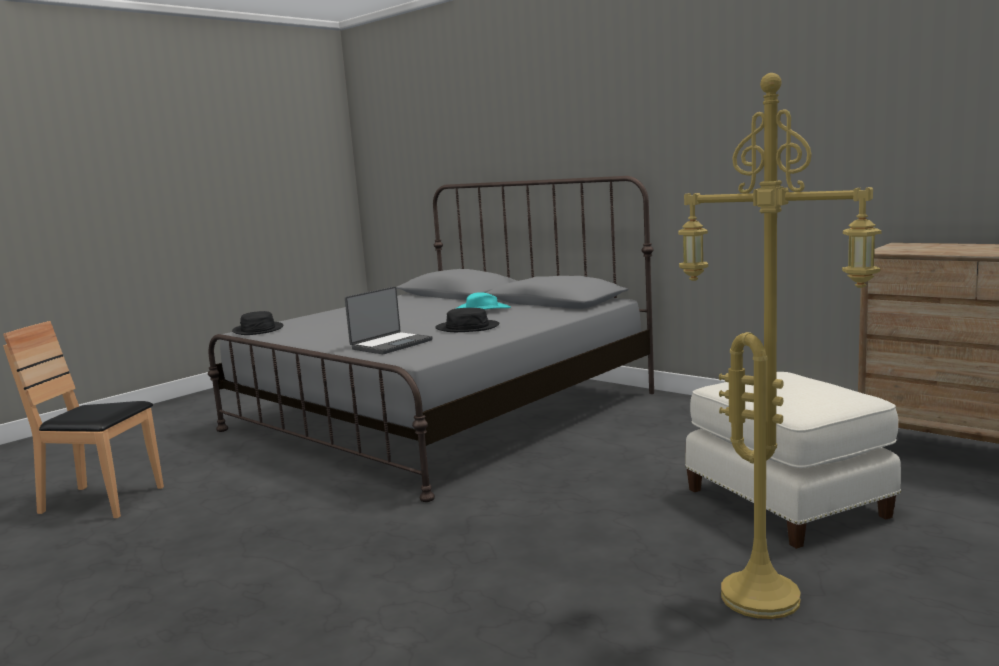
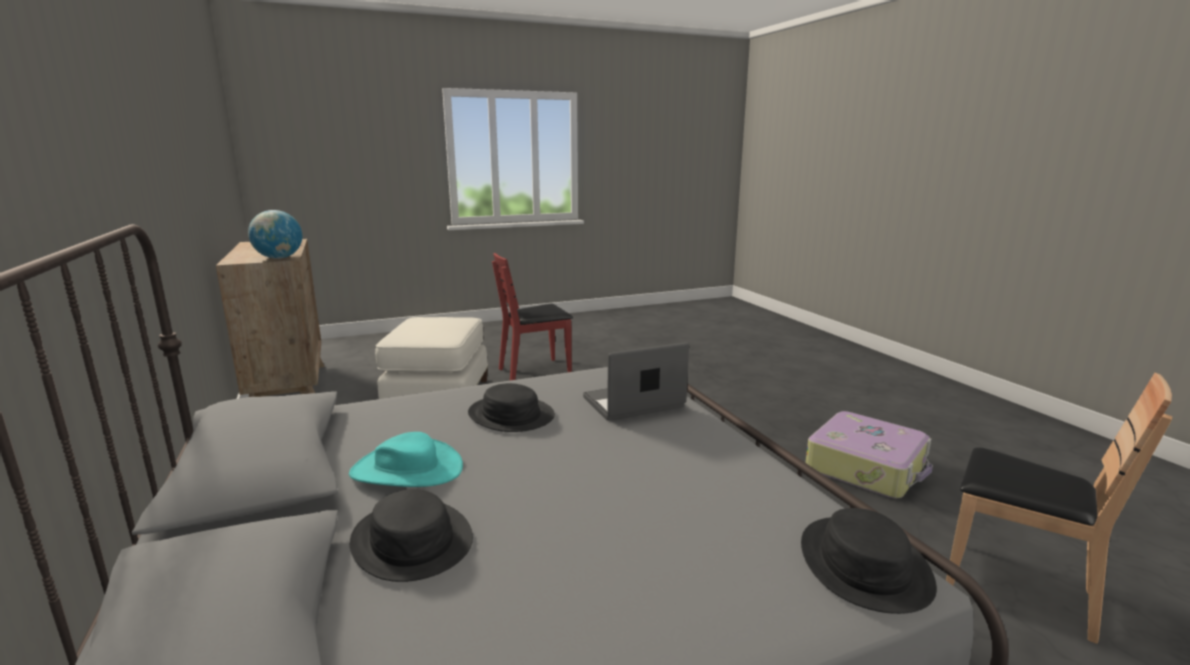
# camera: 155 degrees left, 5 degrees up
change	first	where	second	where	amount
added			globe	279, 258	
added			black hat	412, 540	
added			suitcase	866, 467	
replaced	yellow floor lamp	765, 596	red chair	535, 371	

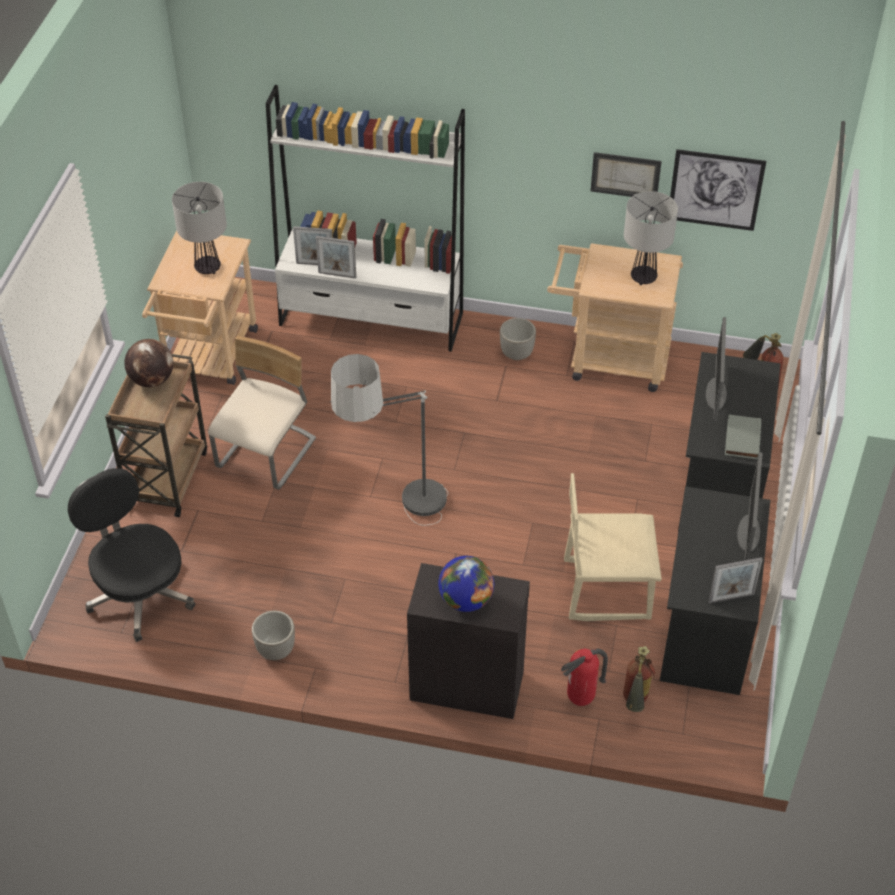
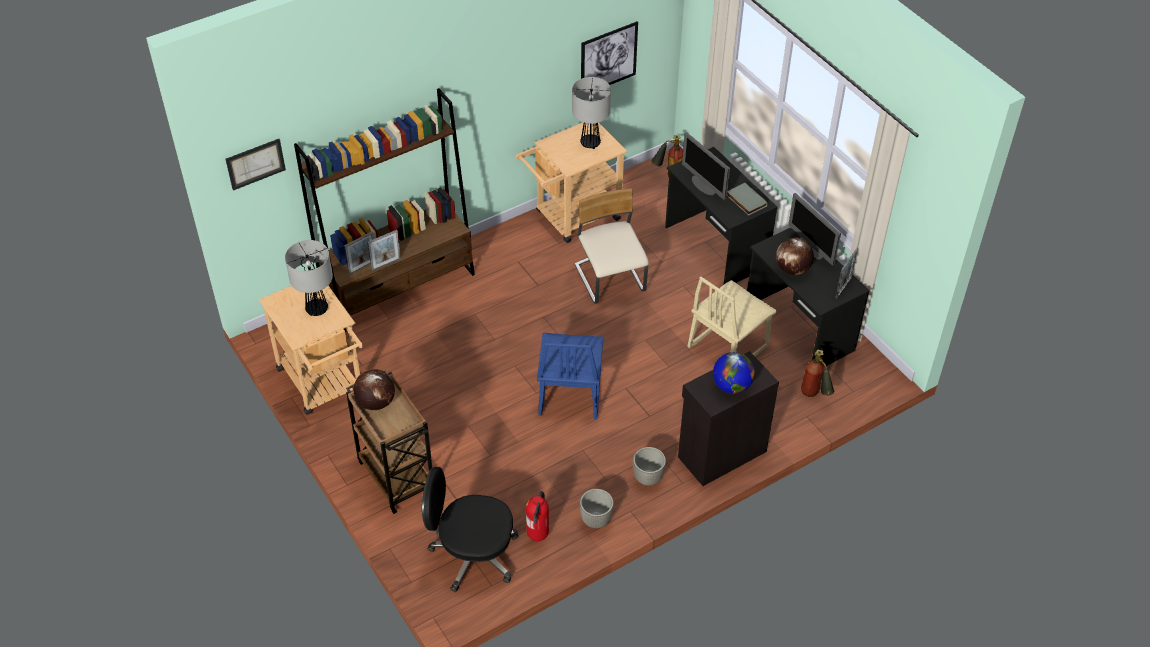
# camera: 45 degrees left, 0 degrees up
change	first	where	second	where	amount
added			globe	792, 269	
moved	beige chair	267, 455		610, 279	
moved	planter	516, 353		647, 477	
moved	fire extinguisher	580, 700		538, 536	
moved	picture	625, 175		255, 163	
replaced	floor lamp	397, 519	blue chair	569, 394	
recoloured	white bookcase	372, 319	brown bookcase	400, 288	

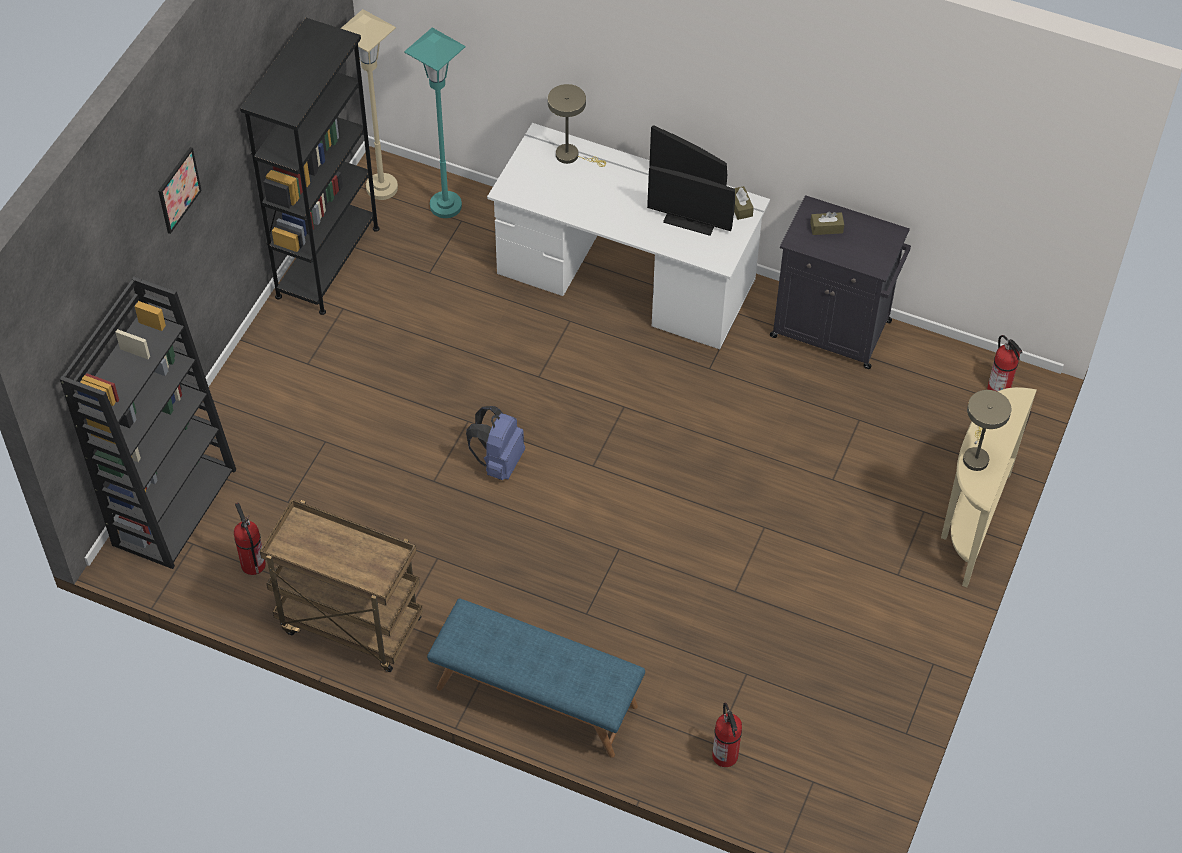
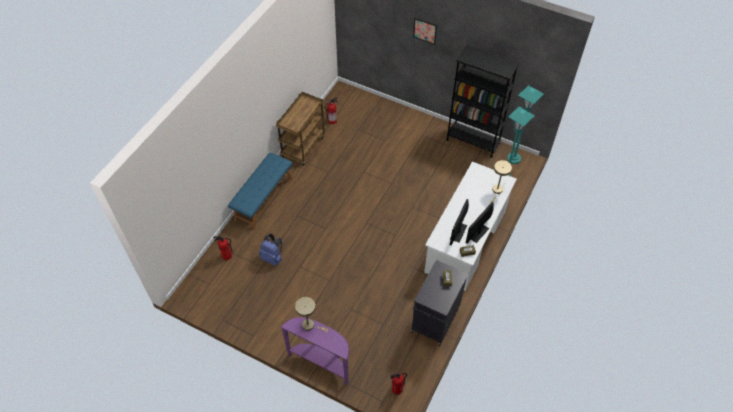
# camera: 95 degrees right, 0 degrees up
change	first	where	second	where	amount
removed	black bookcase	174, 505			
moved	blue backpack	498, 462		273, 258	
recoloured	beige floor lamp	382, 188	turquoise floor lamp	514, 159	
recoloured	beige console table	970, 523	purple console table	321, 362	

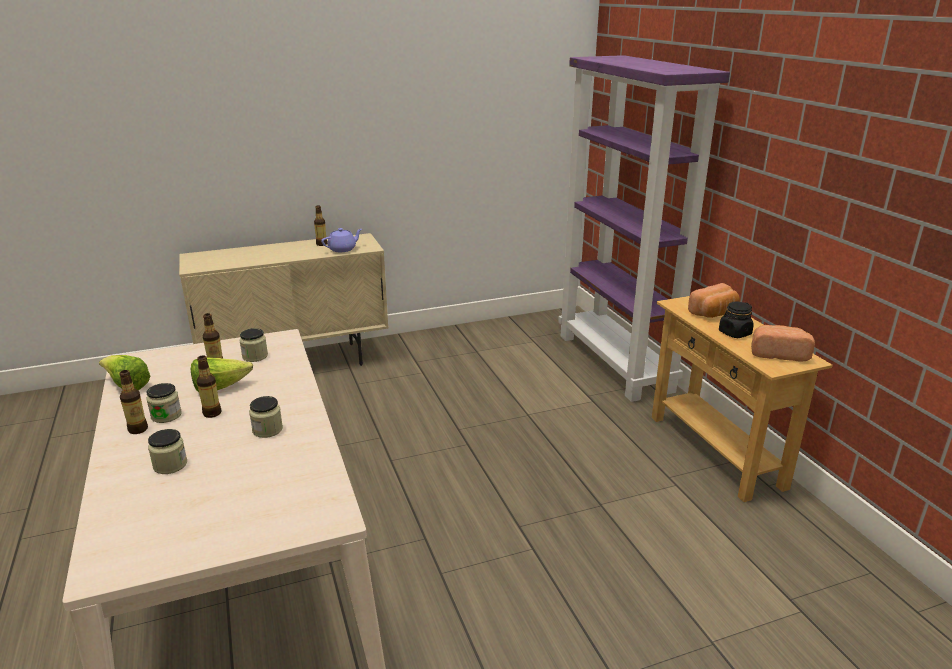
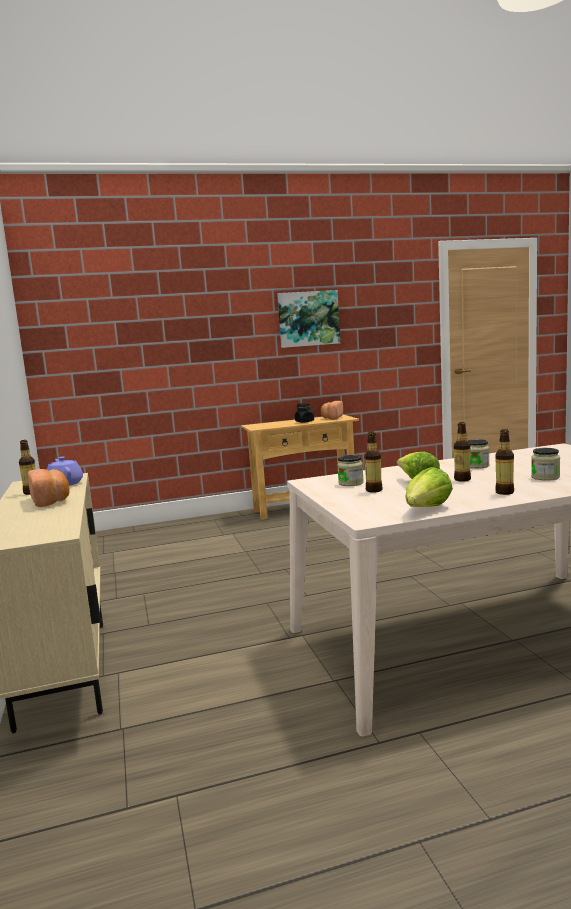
# camera: 85 degrees left, 15 degrees down
change	first	where	second	where	amount
removed	jar	166, 415			
removed	purple bookcase	615, 363			
added			picture	308, 318	
moved	bread	714, 313		51, 500	

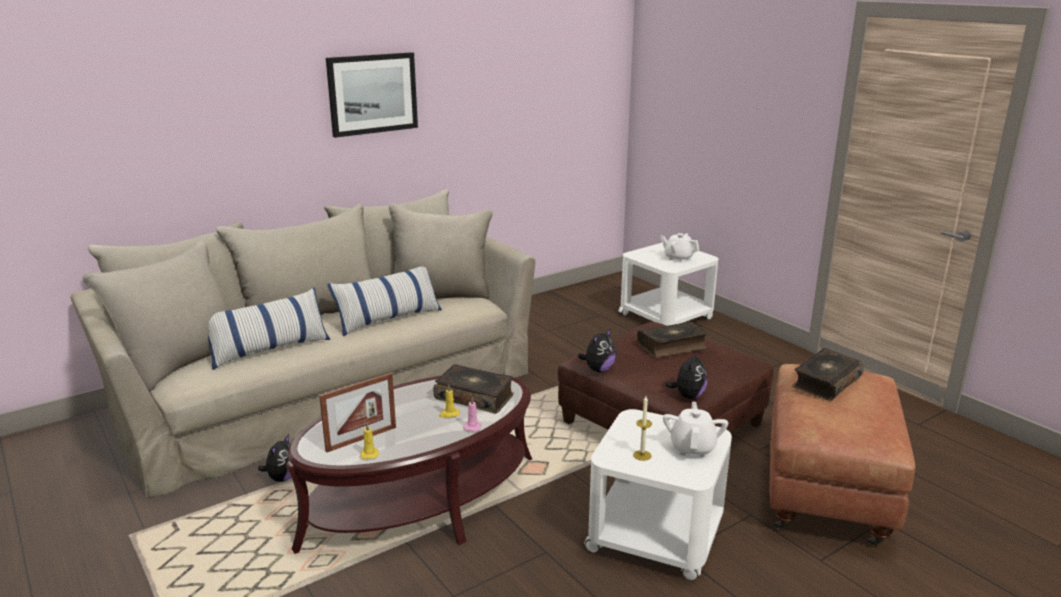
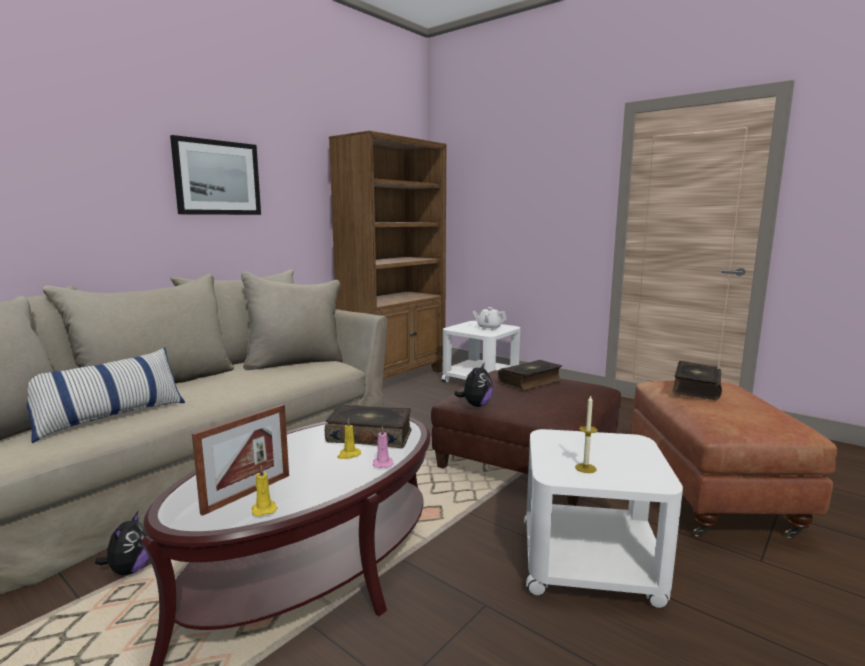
# camera: 15 degrees left, 10 degrees down
change	first	where	second	where	amount
removed	pillow	388, 319			
removed	white teapot	693, 448			
removed	plush toy	688, 396			
added			brown bookcase	395, 377	

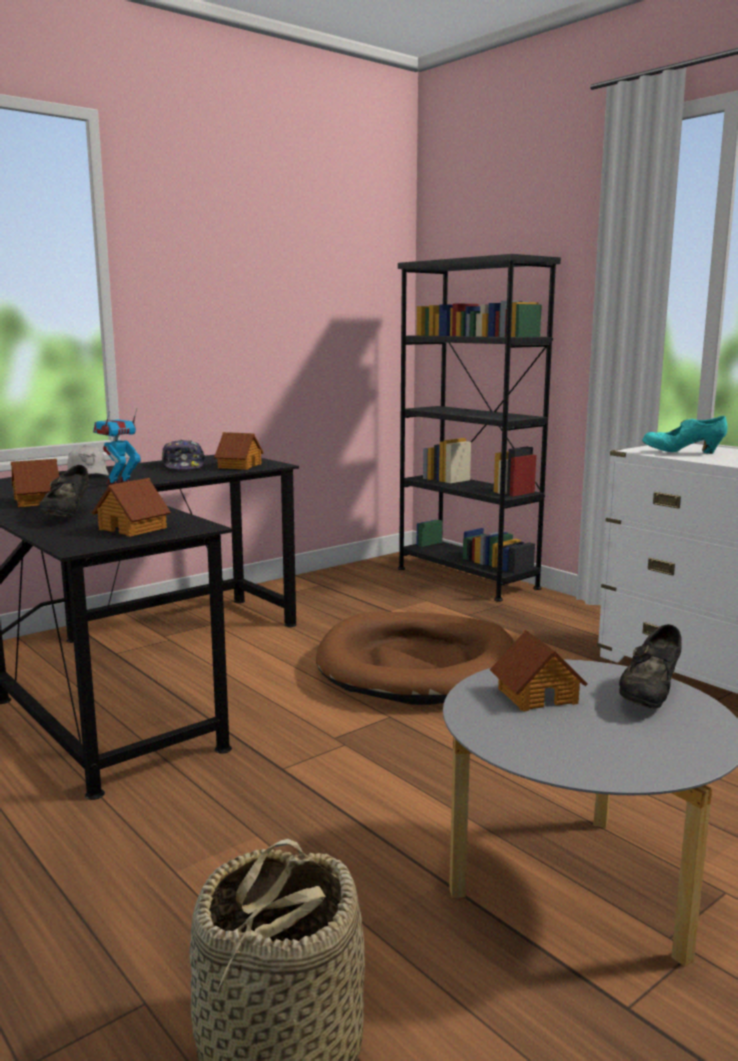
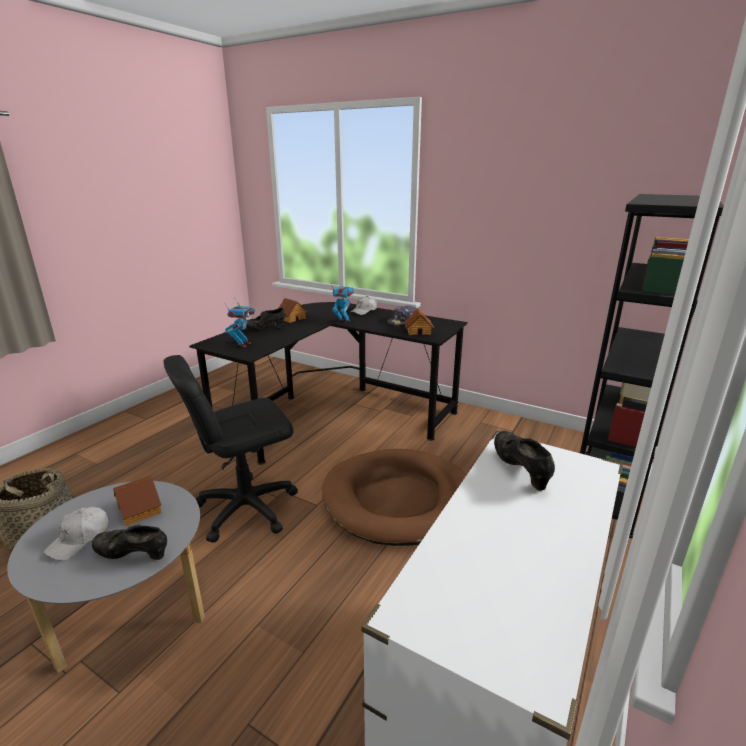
# camera: 70 degrees right, 10 degrees up
change	first	where	second	where	amount
added			white cap	79, 539	
added			black office chair	246, 508	
replaced	toy house	133, 528	toy robot	243, 344	
recoloured	turquoise shoe	682, 453	black shoe	520, 470	

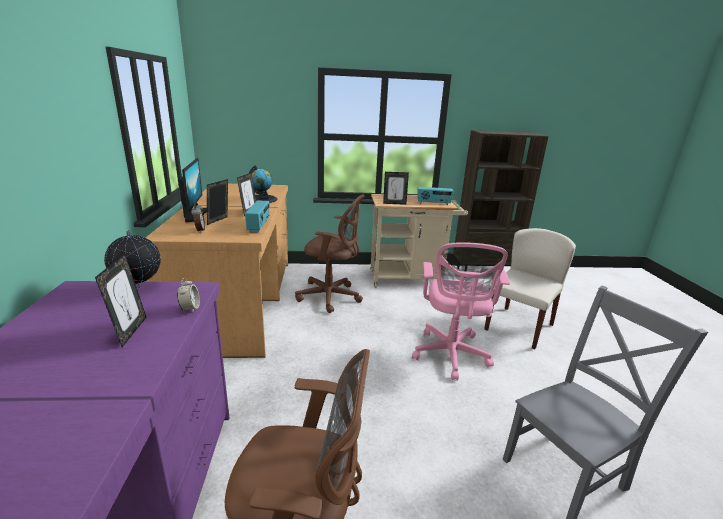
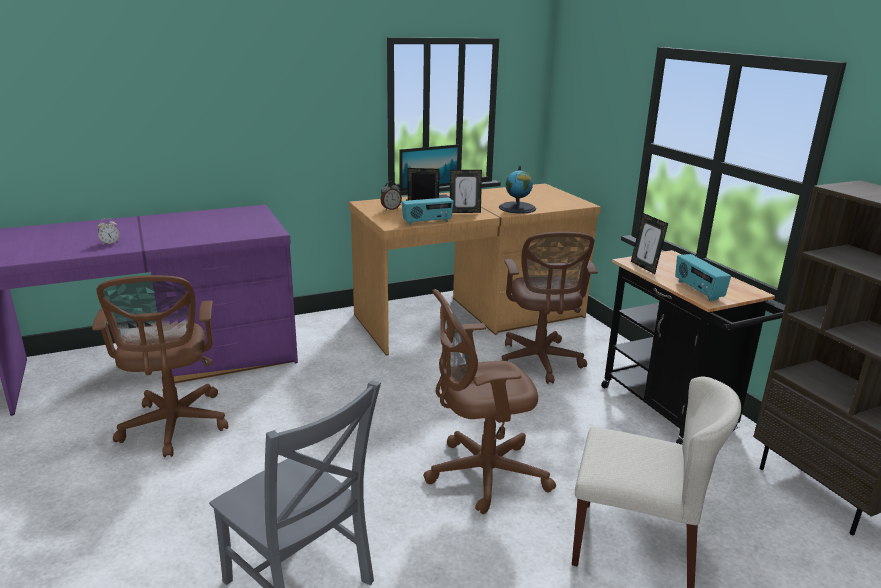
# camera: 70 degrees right, 0 degrees up
change	first	where	second	where	amount
removed	picture frame	130, 331			
removed	globe	138, 287			
moved	alarm clock	190, 309		110, 243	
recoloured	beige cart	410, 279	black cart	672, 412	
recoloured	pink office chair	450, 356	brown office chair	481, 474	

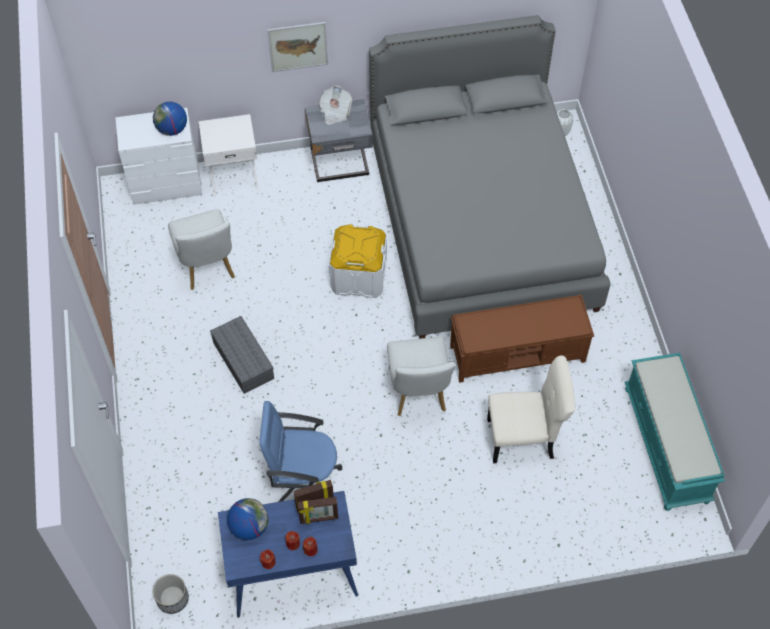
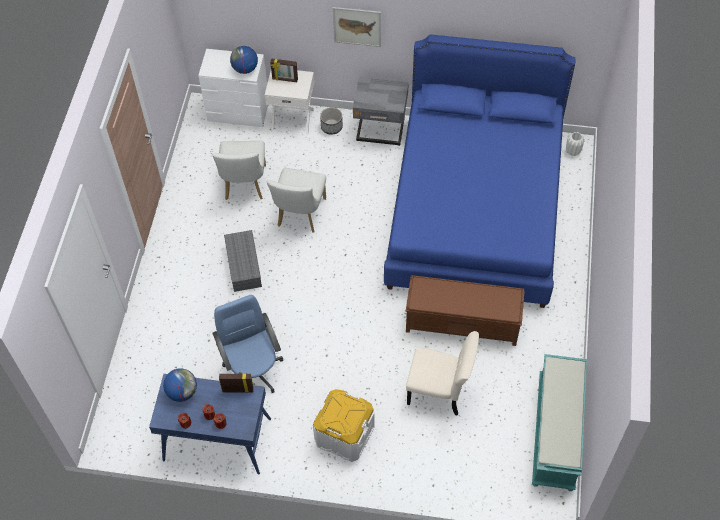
# camera: 20 degrees right, 0 degrees up
change	first	where	second	where	amount
removed	newspaper	335, 112			
moved	planter	173, 598		332, 127	
moved	picture frame	319, 519		285, 79	
moved	white storage box	359, 276		344, 435	
moved	white chair	418, 394		300, 215	
recoloured	grey bed	480, 224	blue bed	475, 209	
turned	blue office chair	302, 477		253, 370	45 degrees clockwise

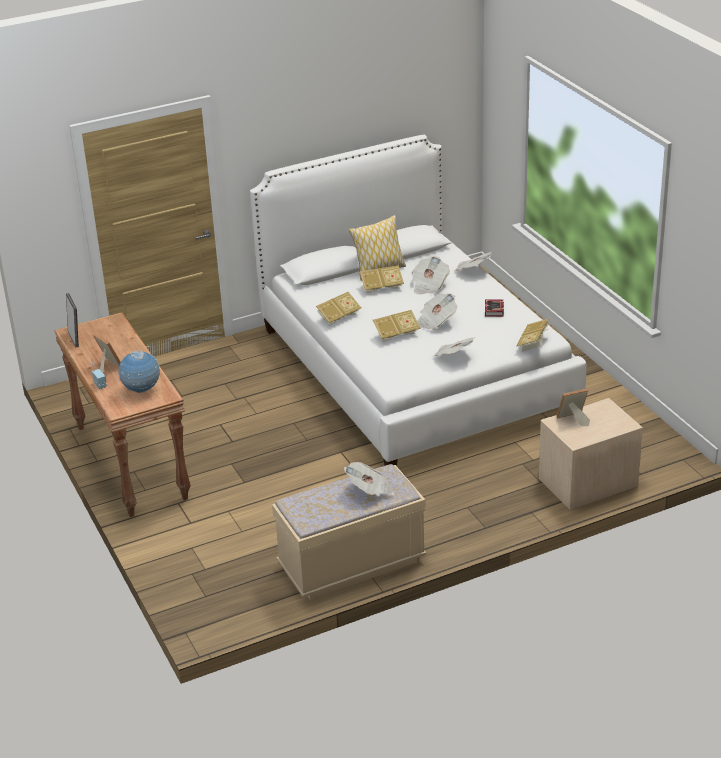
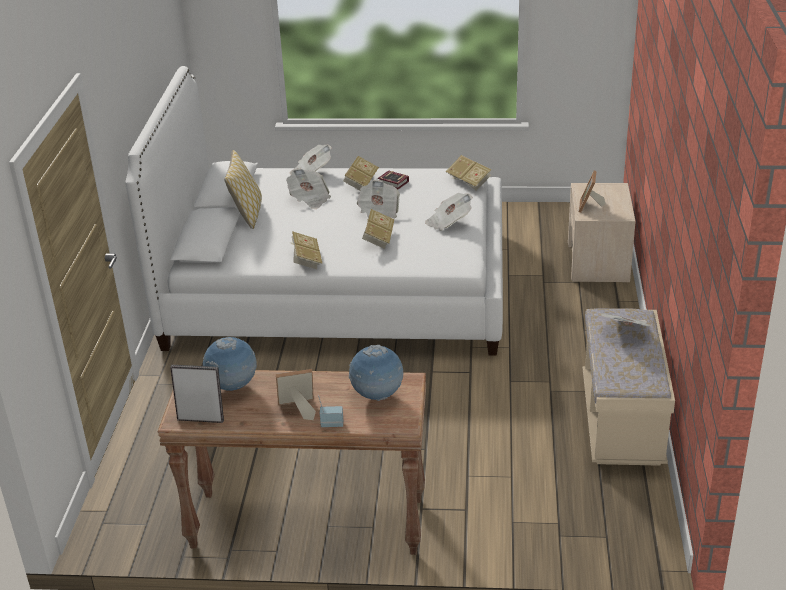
# camera: 60 degrees left, 0 degrees up
change	first	where	second	where	amount
added			globe	233, 387	
moved	book	381, 287		361, 183	

